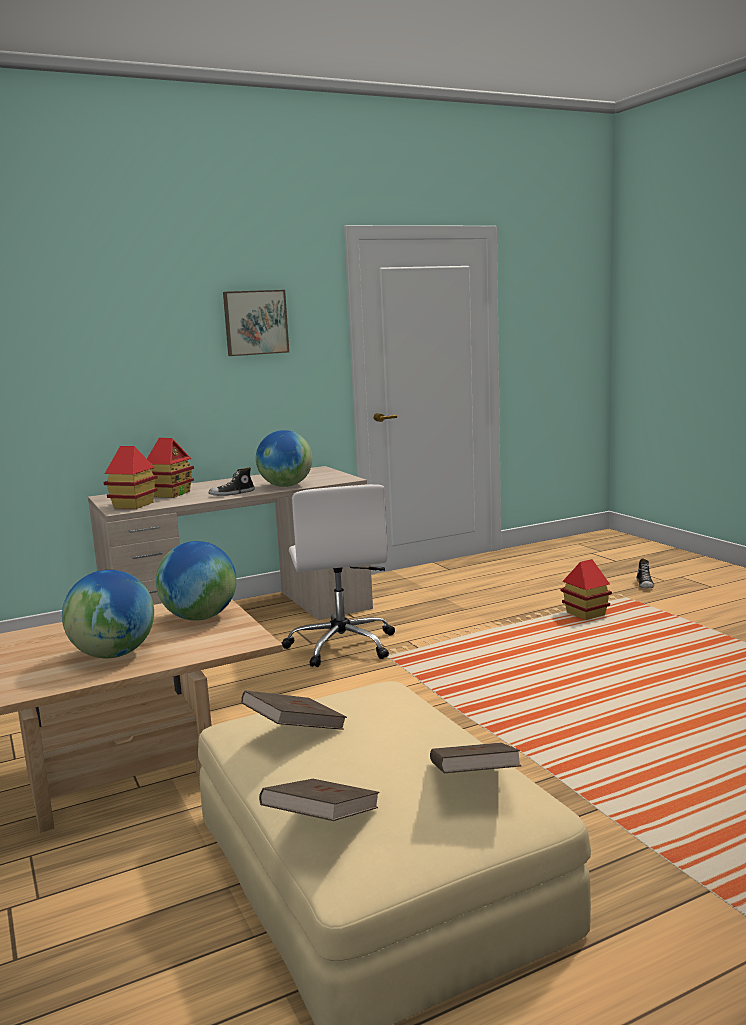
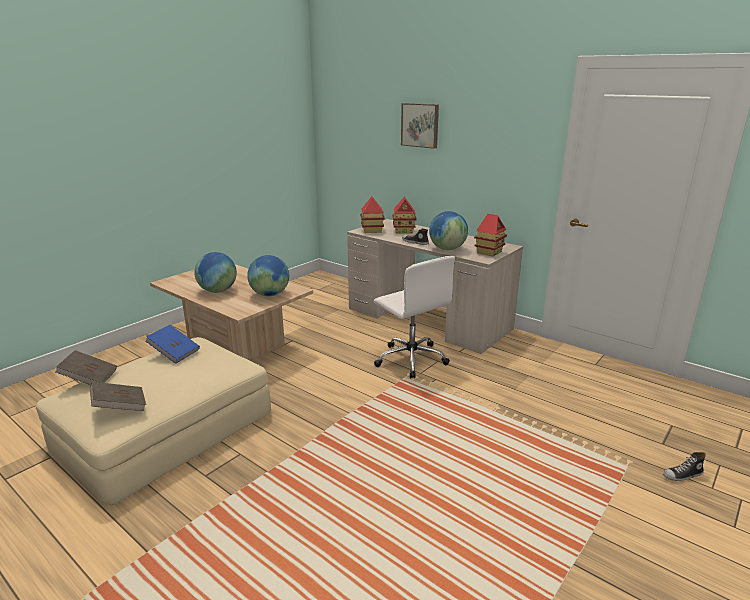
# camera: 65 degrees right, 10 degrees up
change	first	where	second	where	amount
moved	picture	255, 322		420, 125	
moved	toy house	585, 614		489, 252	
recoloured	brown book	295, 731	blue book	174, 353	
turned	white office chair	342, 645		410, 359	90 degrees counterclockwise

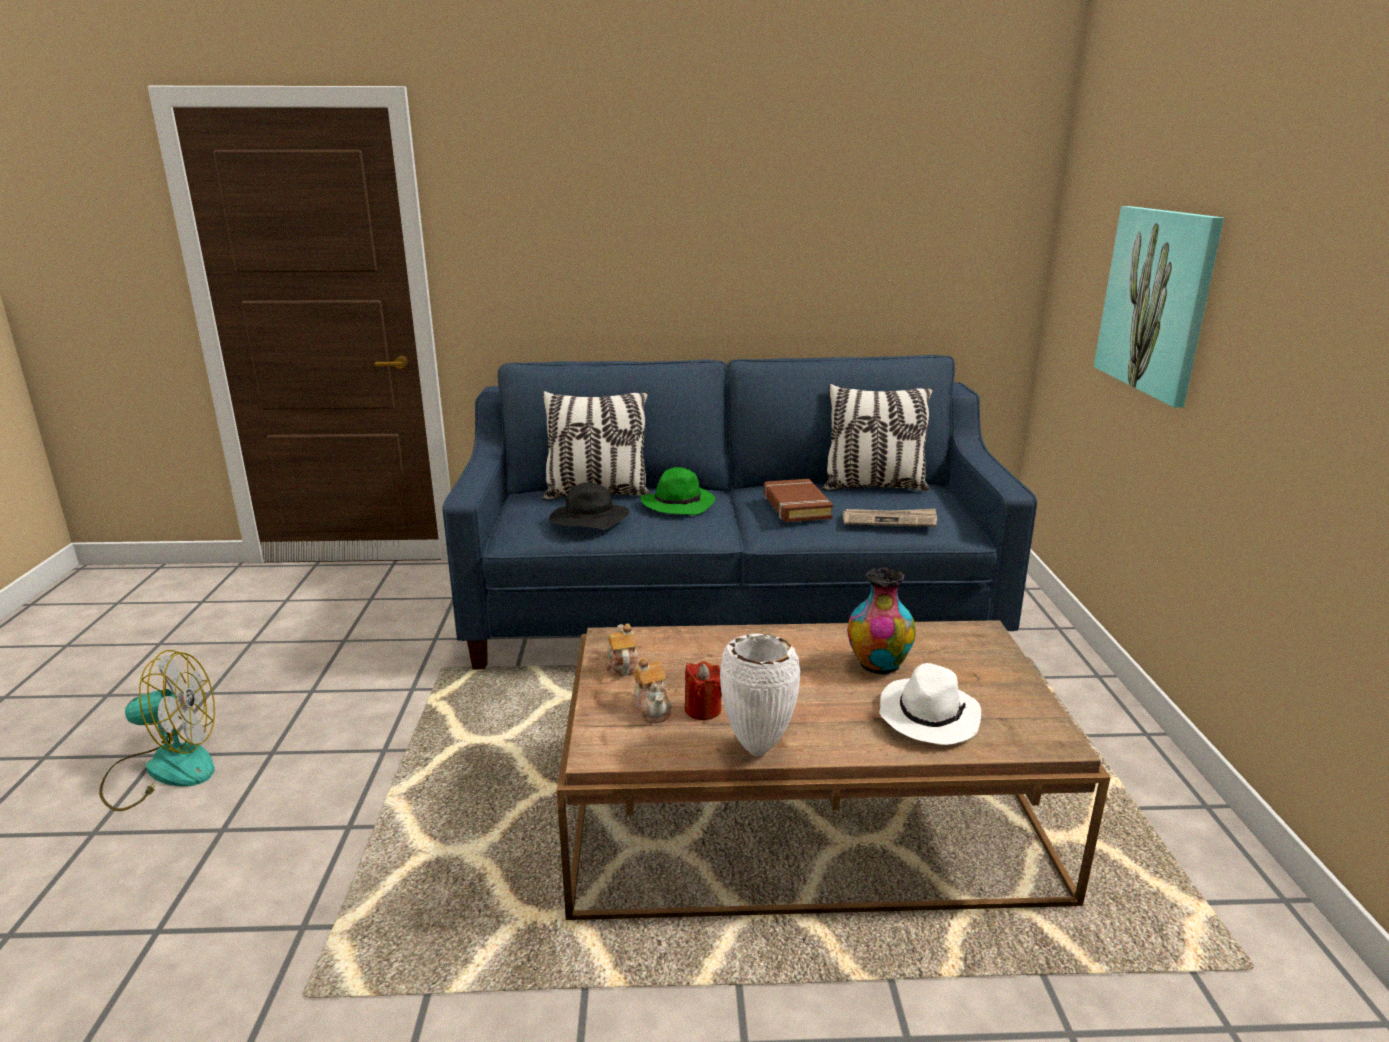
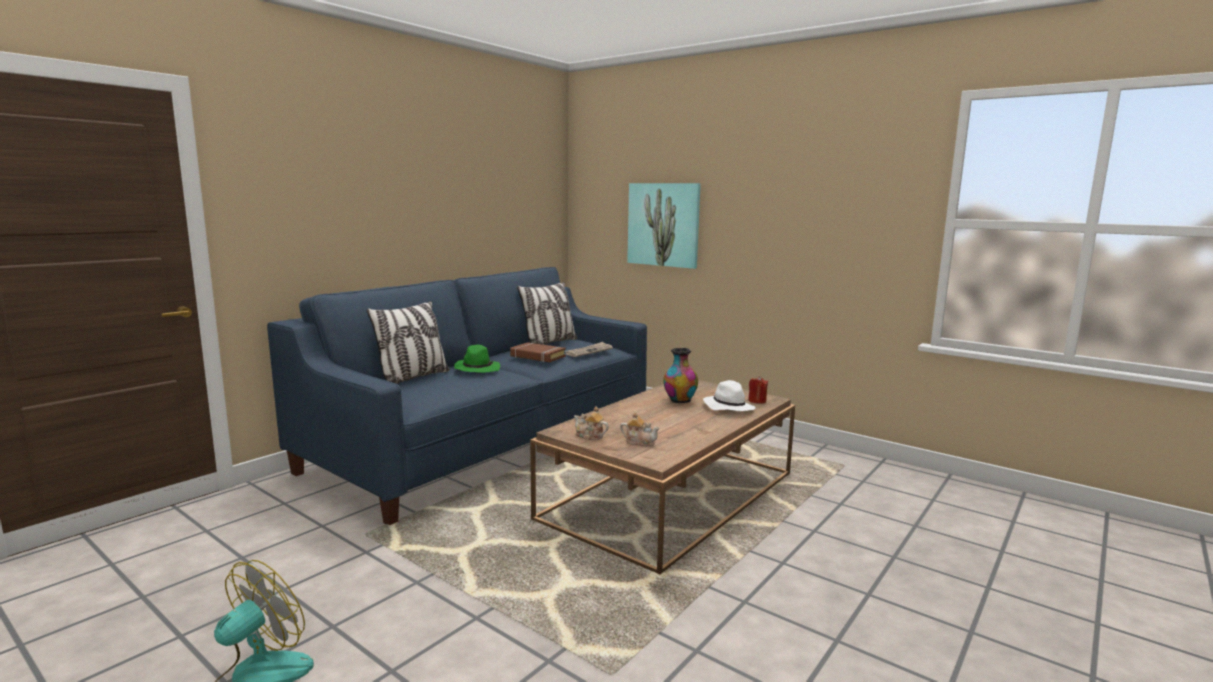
# camera: 50 degrees left, 10 degrees down
change	first	where	second	where	amount
removed	black hat	588, 521			
removed	white vase	758, 749			
moved	red candle	703, 709		757, 401	

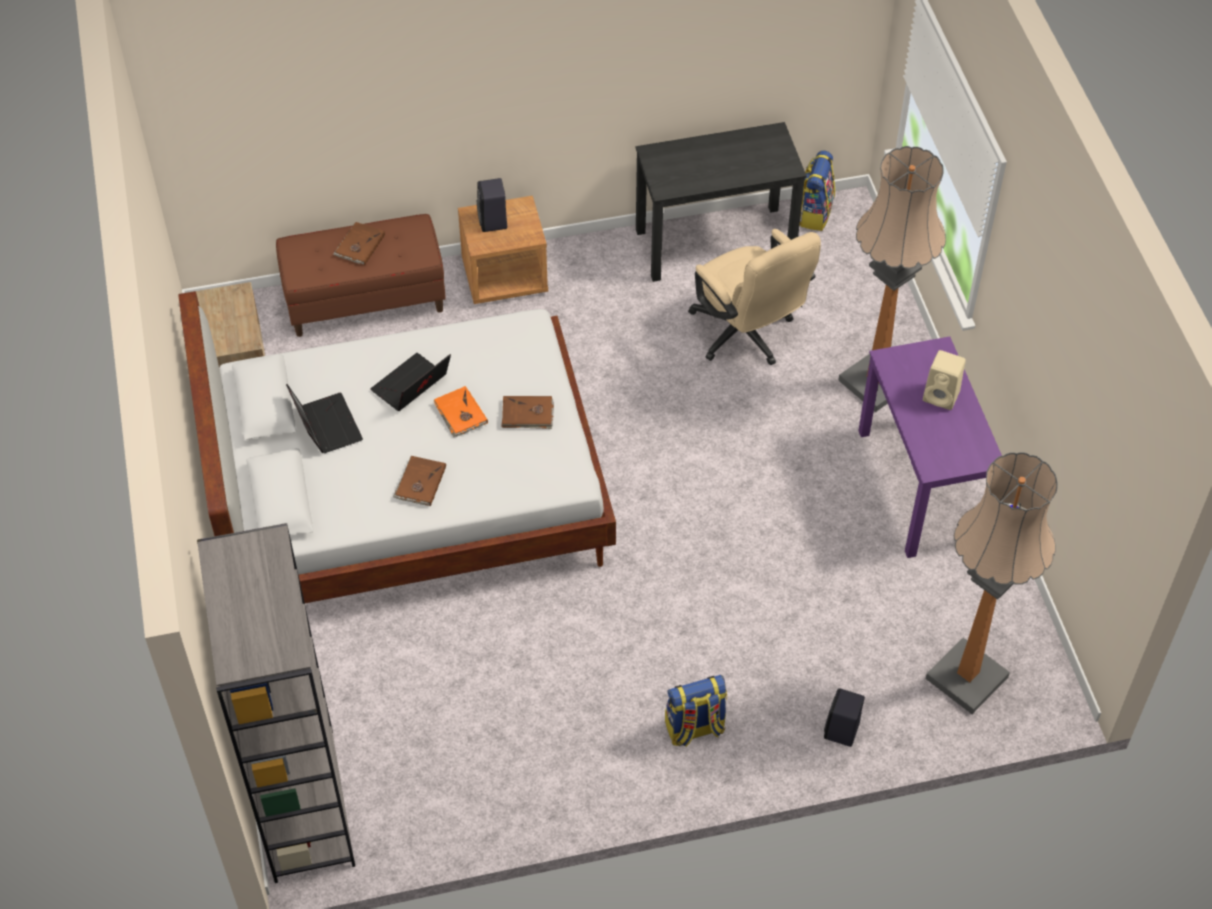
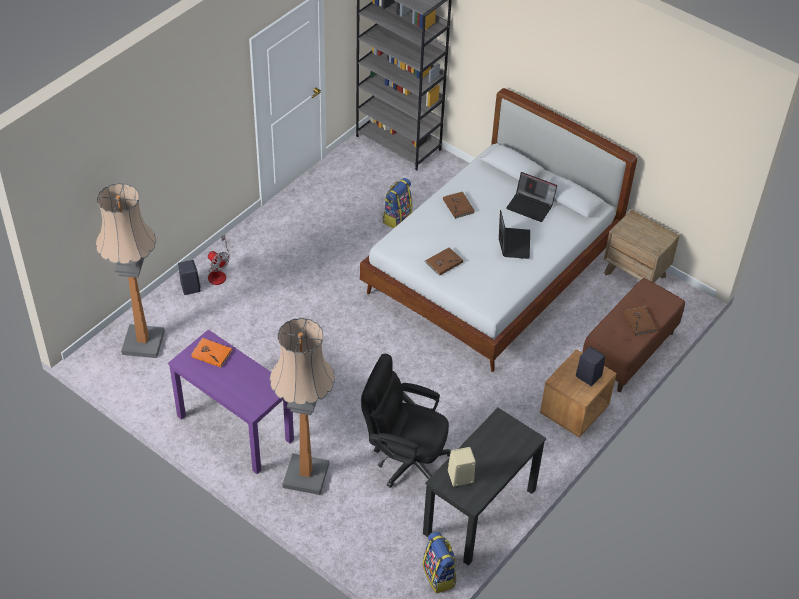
# camera: 140 degrees right, 5 degrees down
change	first	where	second	where	amount
added			fan	218, 273	
moved	orange book	460, 414		211, 353	
moved	backpack	694, 728		397, 217	
moved	beige speaker	942, 396		459, 477	
recoloured	beige office chair	747, 336	black office chair	404, 459	

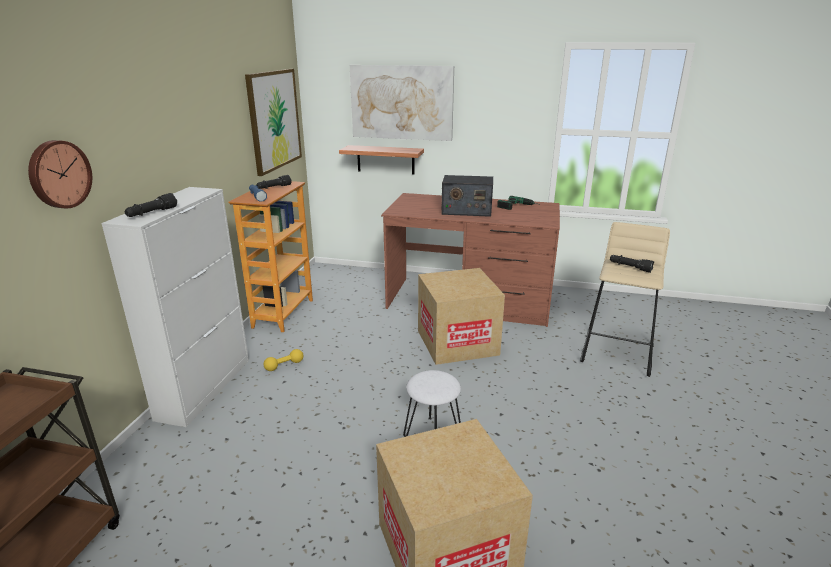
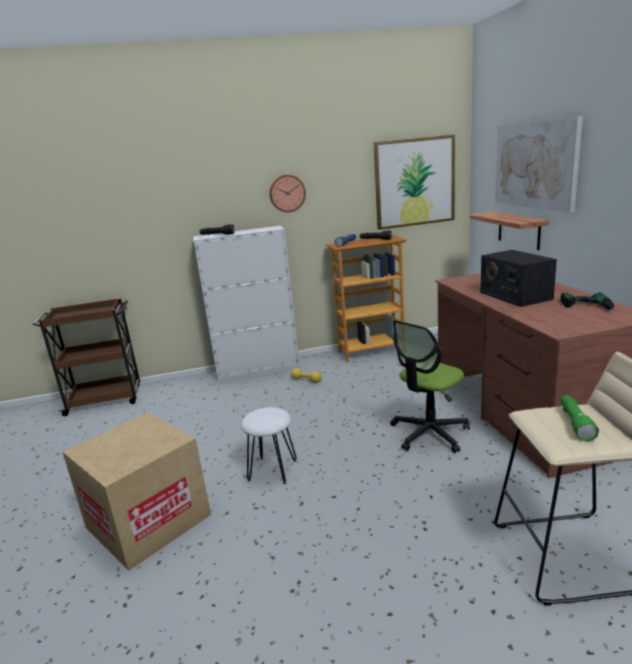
# camera: 65 degrees right, 5 degrees down
change	first	where	second	where	amount
moved	wall clock	58, 174		287, 193	
replaced	cardboard box	457, 342	office chair	429, 433	
recoloured	black flashlight	630, 267	green flashlight	575, 422	

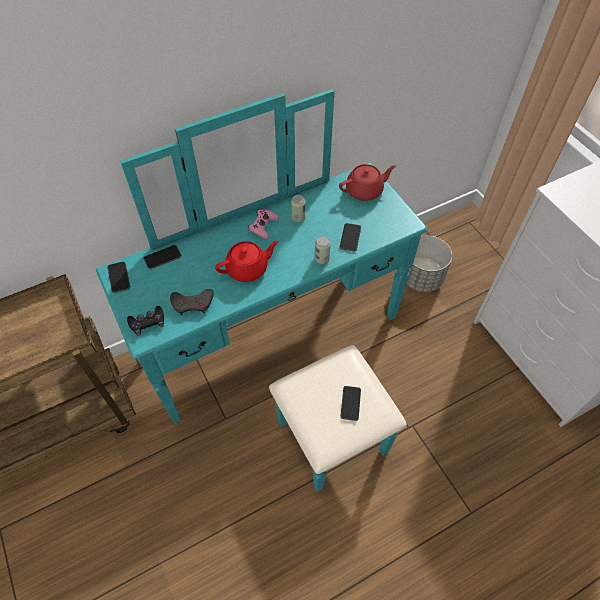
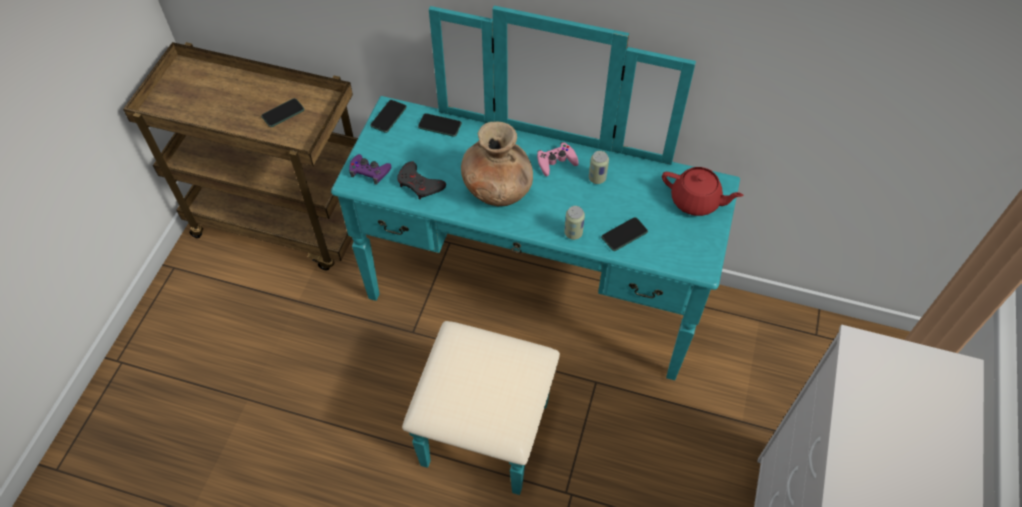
# camera: 45 degrees right, 0 degrees up
change	first	where	second	where	amount
removed	grey planter	421, 278			
moved	phone	350, 403		283, 113	
replaced	red teapot	248, 269	brown vase	498, 190	
recoloured	black game controller	147, 322	purple game controller	369, 171	

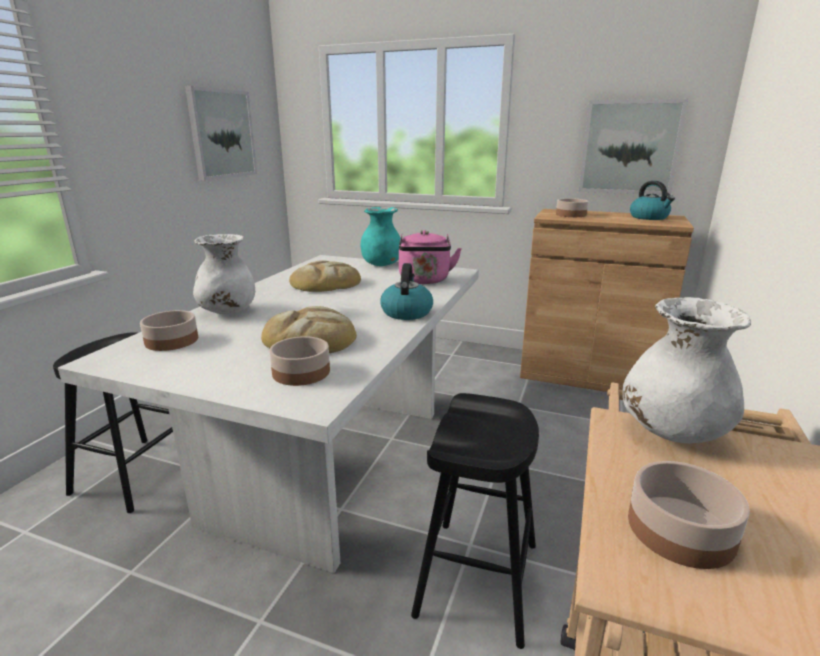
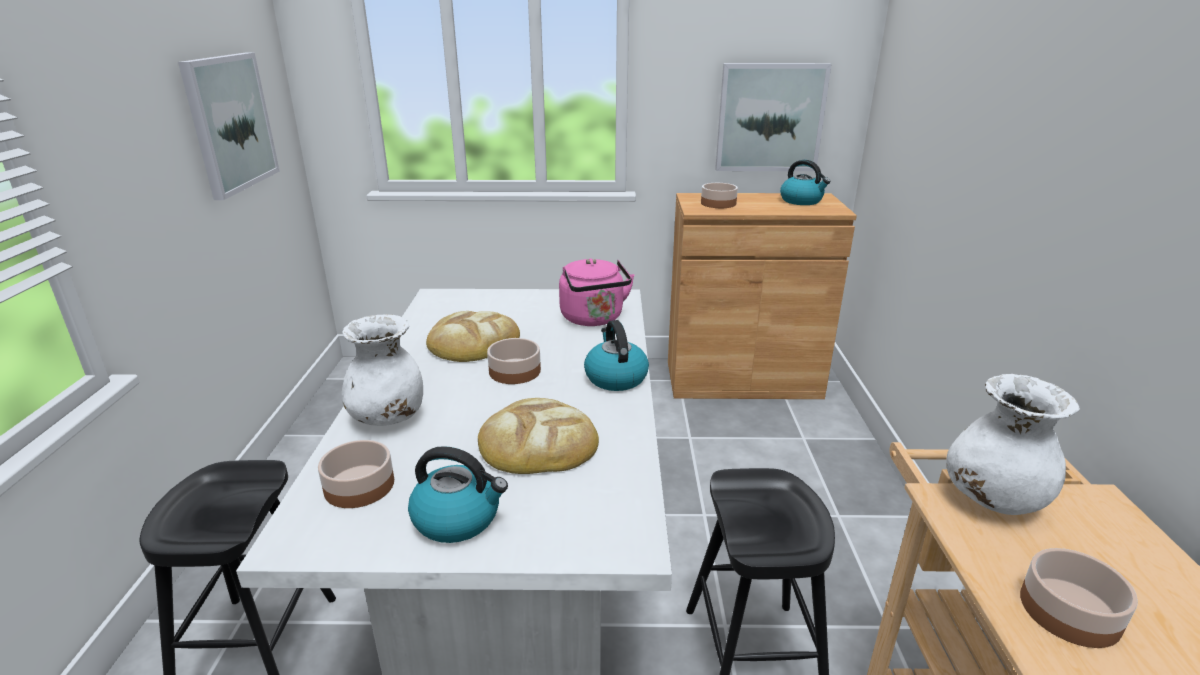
# camera: 20 degrees left, 5 degrees up
change	first	where	second	where	amount
removed	turquoise vase	382, 265			
added			kettle	458, 518	
moved	bowl	301, 373		515, 371	

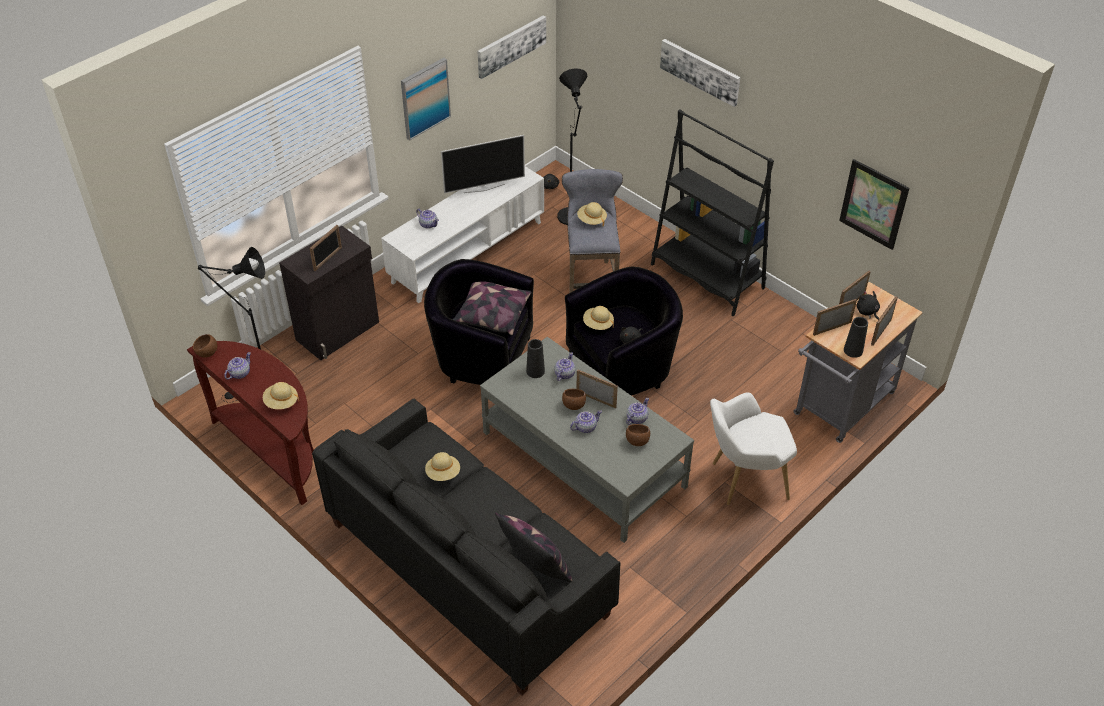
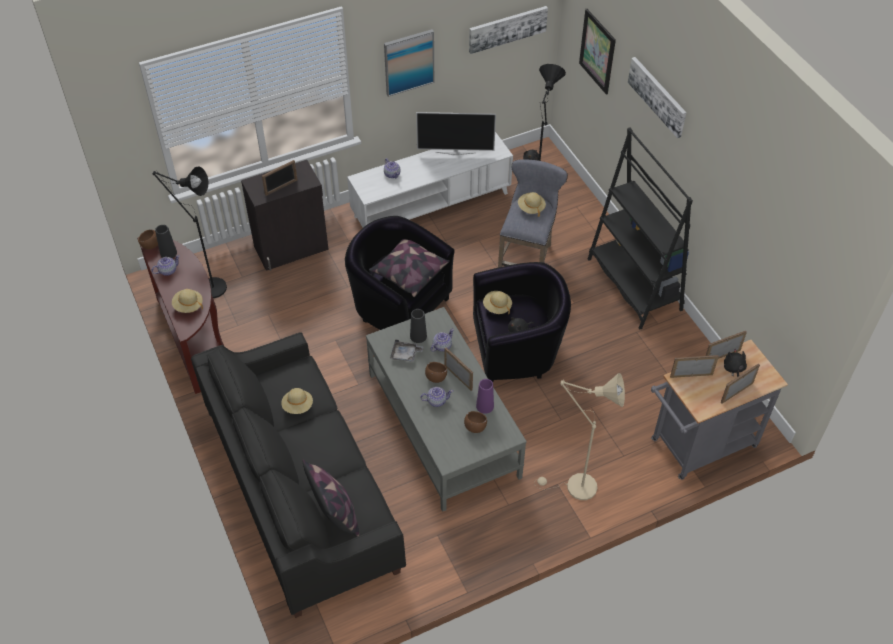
# camera: 20 degrees right, 5 degrees up
change	first	where	second	where	amount
added			grey tray	405, 354	
moved	picture	873, 204		597, 51	
moved	black vase	853, 350		168, 253	
replaced	teapot	636, 418	purple vase	485, 406	
replaced	white armchair	743, 480	beige floor lamp	575, 487	

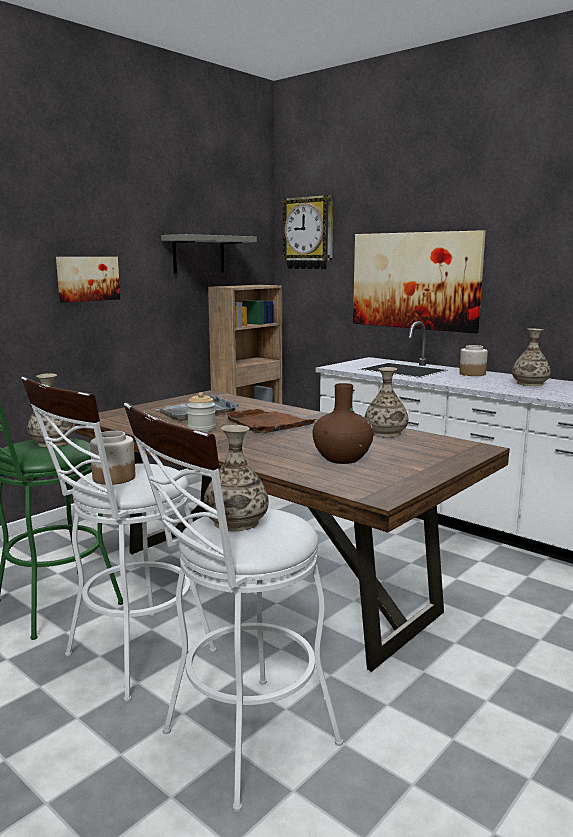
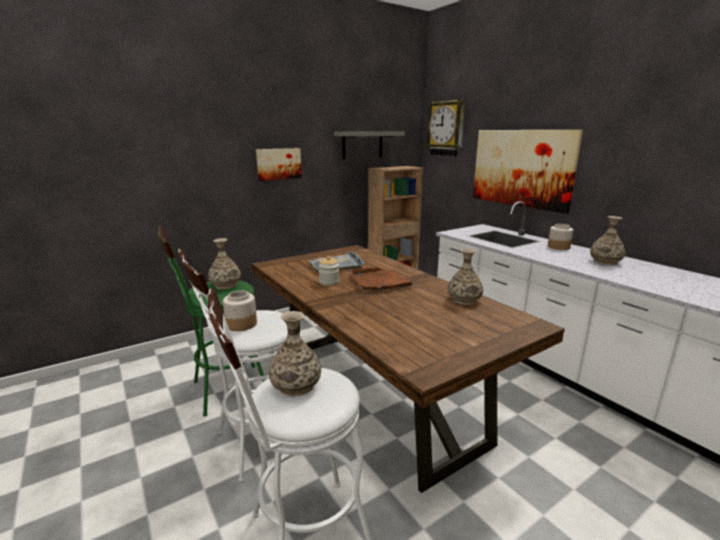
# camera: 15 degrees right, 5 degrees up
change	first	where	second	where	amount
removed	brown vase	342, 459			

